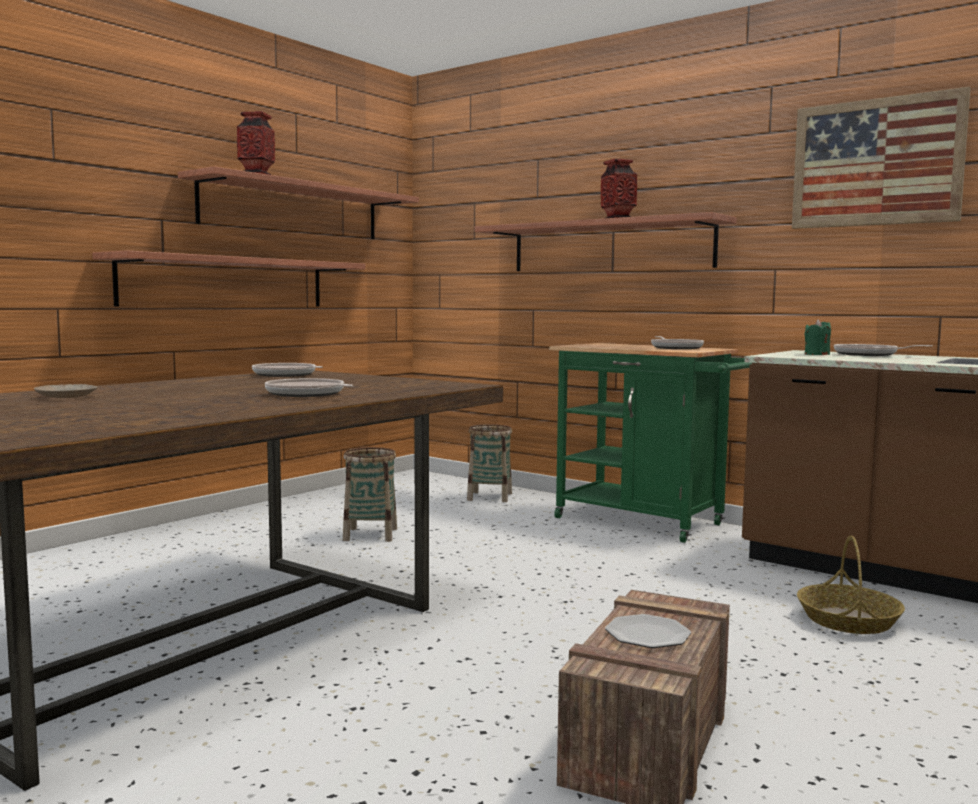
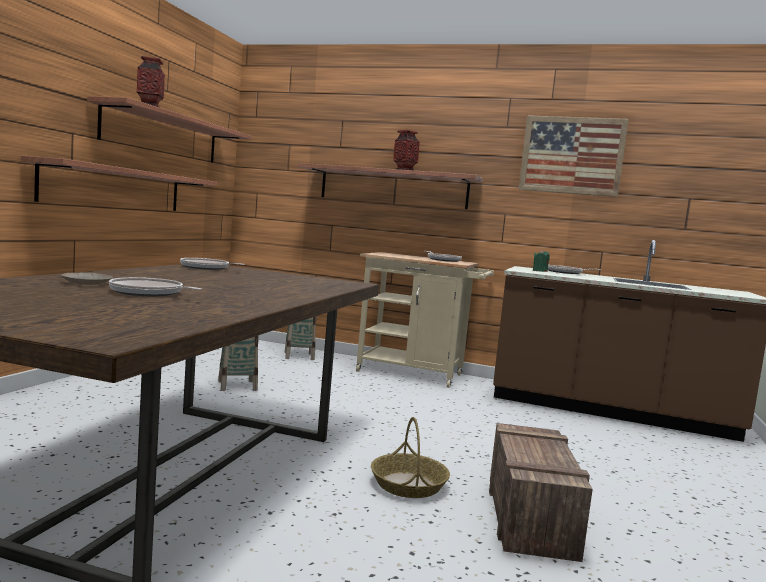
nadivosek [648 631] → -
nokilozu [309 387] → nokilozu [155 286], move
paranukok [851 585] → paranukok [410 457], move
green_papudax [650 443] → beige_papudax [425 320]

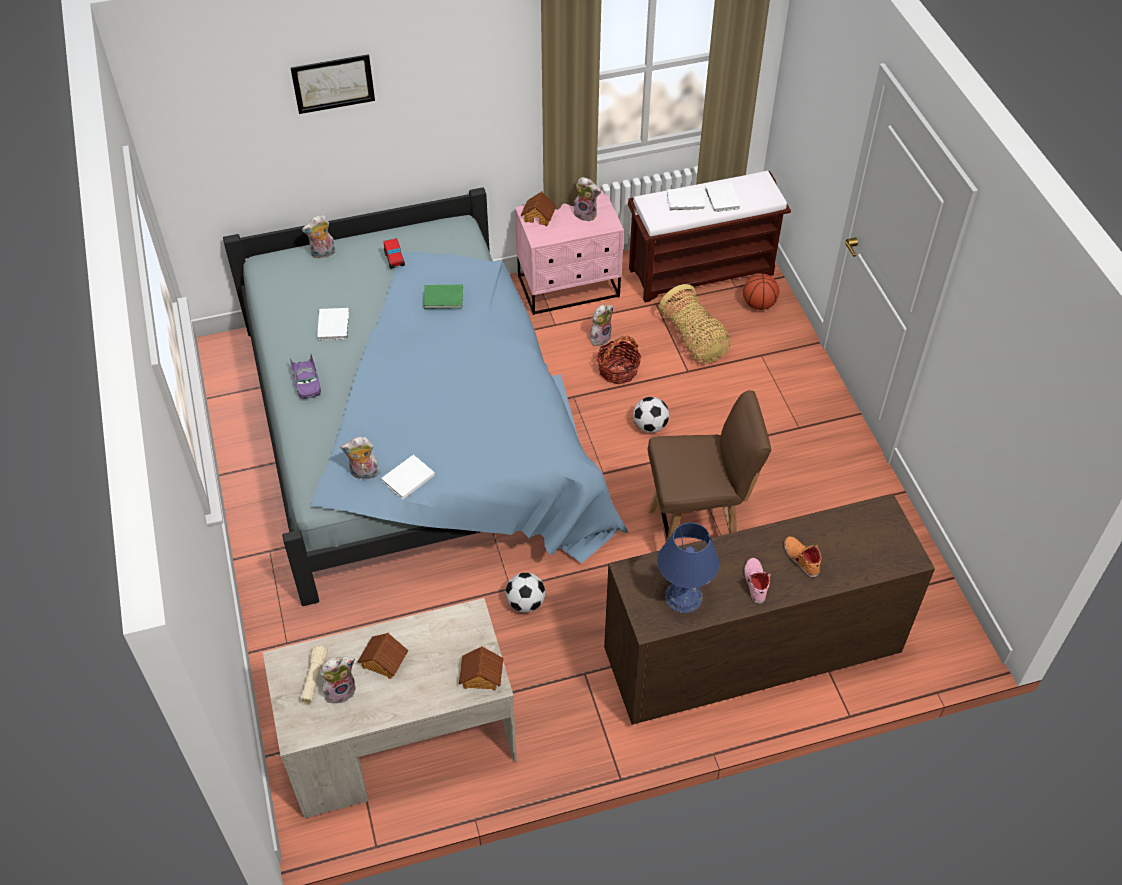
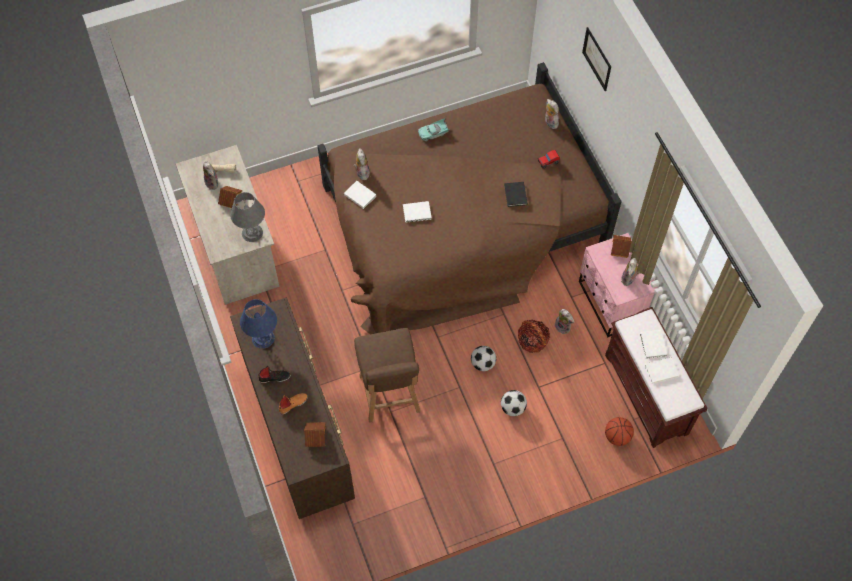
paranukok [695 323] → -
- → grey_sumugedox [247 217]
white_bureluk [333 324] → white_bureluk [417 212], move
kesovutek [481 668] → kesovutek [315 434], move
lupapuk [525 592] → lupapuk [514 403], move
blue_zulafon [425 396] → brown_zulafon [469 198]
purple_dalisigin [305 376] → turquoise_dalisigin [434 129]
green_bureluk [443 296] → black_bureluk [516 194]
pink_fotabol [757 581] → black_fotabol [275 374]

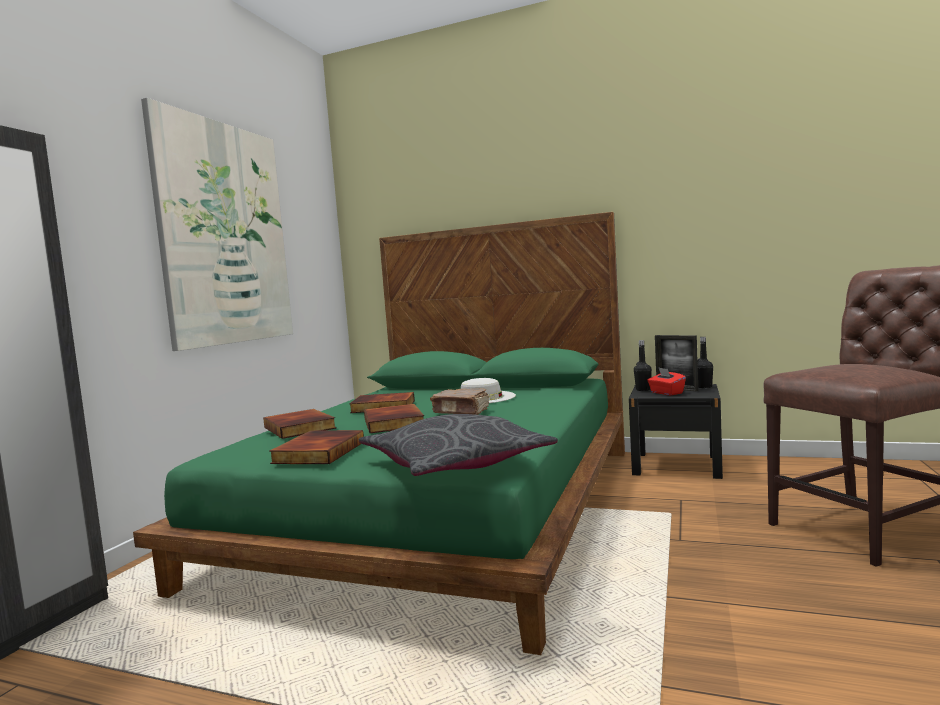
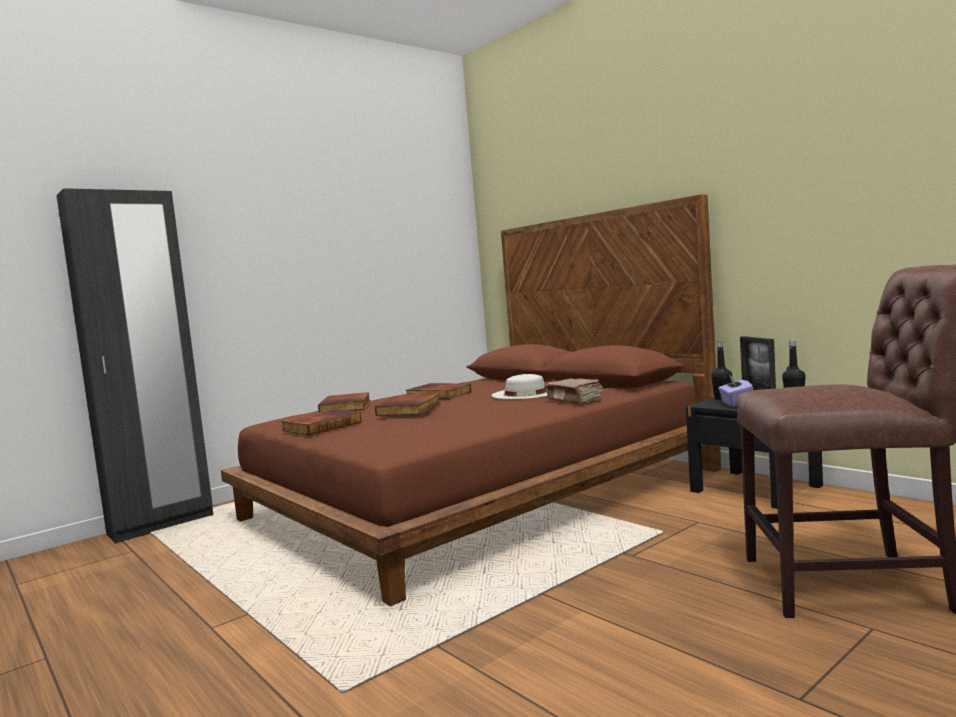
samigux [217 224] → -
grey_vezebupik [458 445] → -
brown_bureluk [459 401] → brown_bureluk [573 391], move
green_zulafon [379 433] → brown_zulafon [471 400]
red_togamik [666 381] → purple_togamik [735 391]

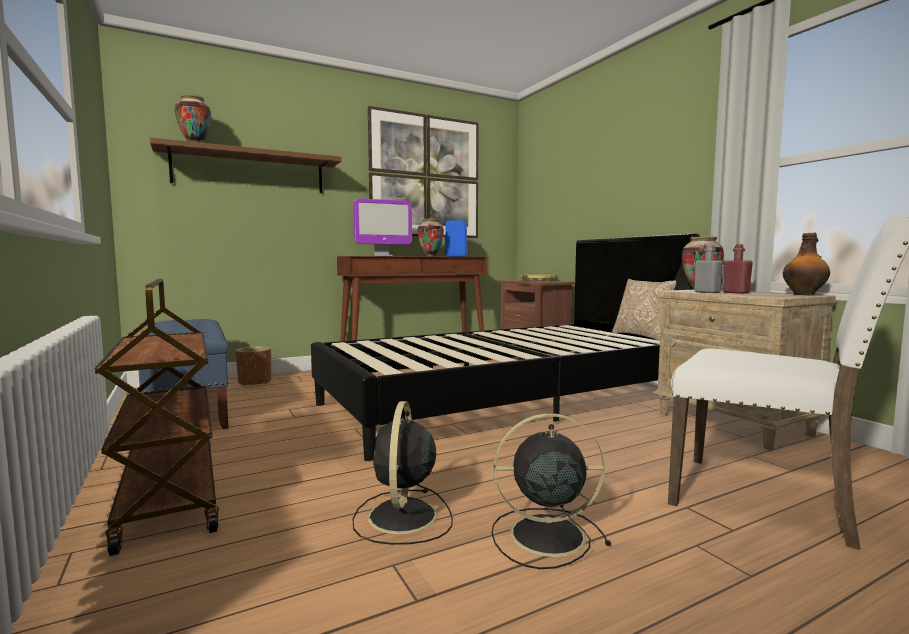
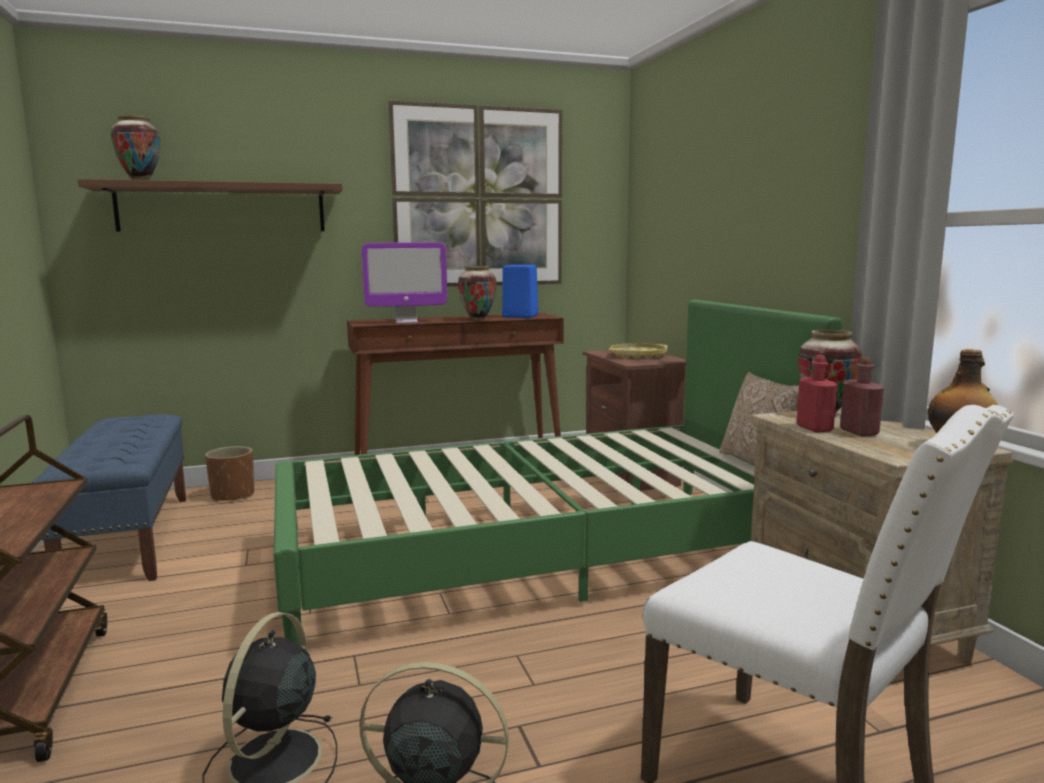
black_zulafon [505 347] → green_zulafon [557 472]
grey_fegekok [708 268] → red_fegekok [817 394]

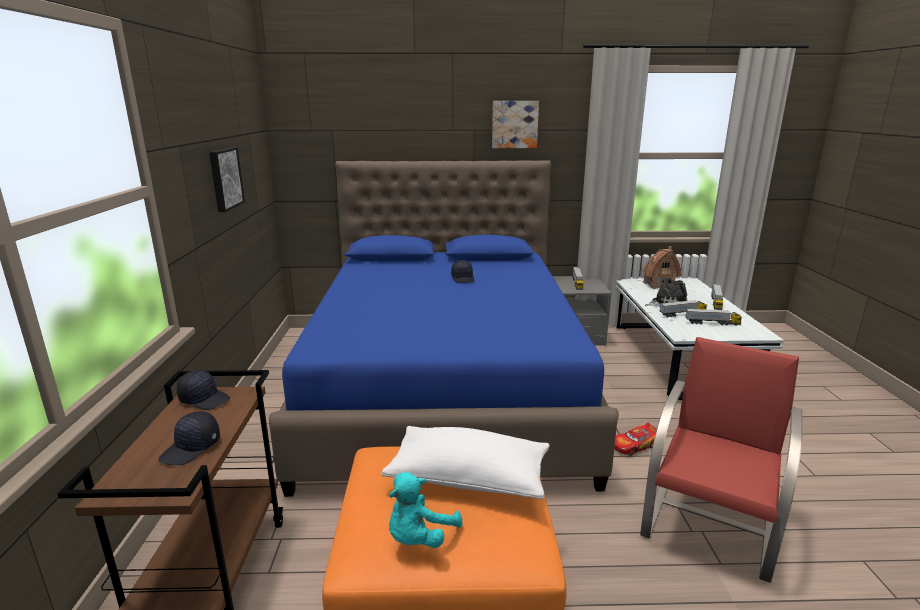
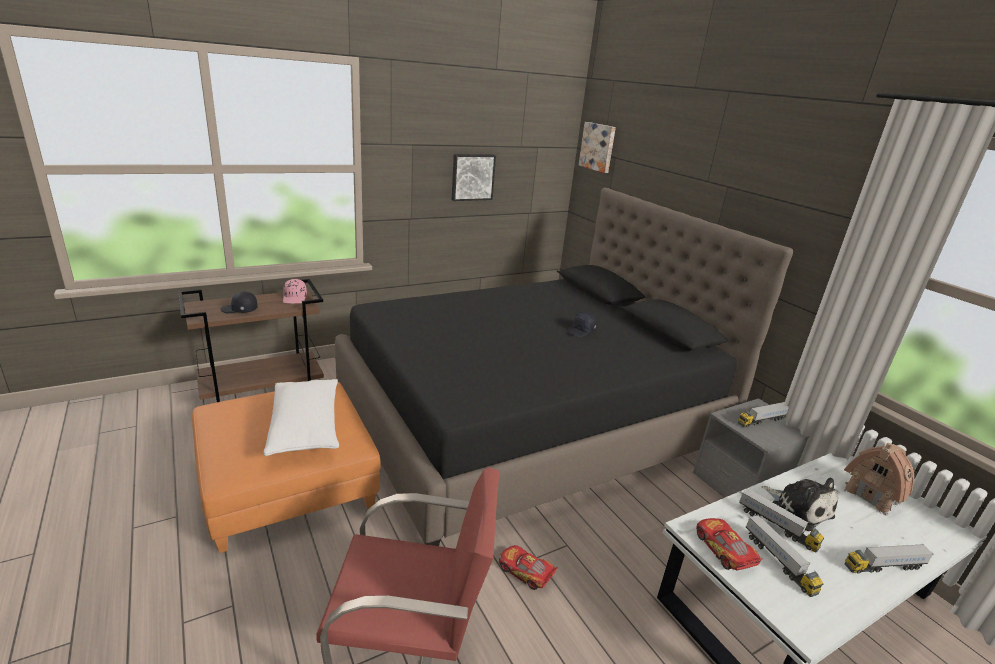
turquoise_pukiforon [425 510] → -
- → dalisigin [730 544]
samigux [515 124] → samigux [597 147], move
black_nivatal [203 390] → pink_nivatal [295 291]
blue_zulafon [444 328] → black_zulafon [564 366]

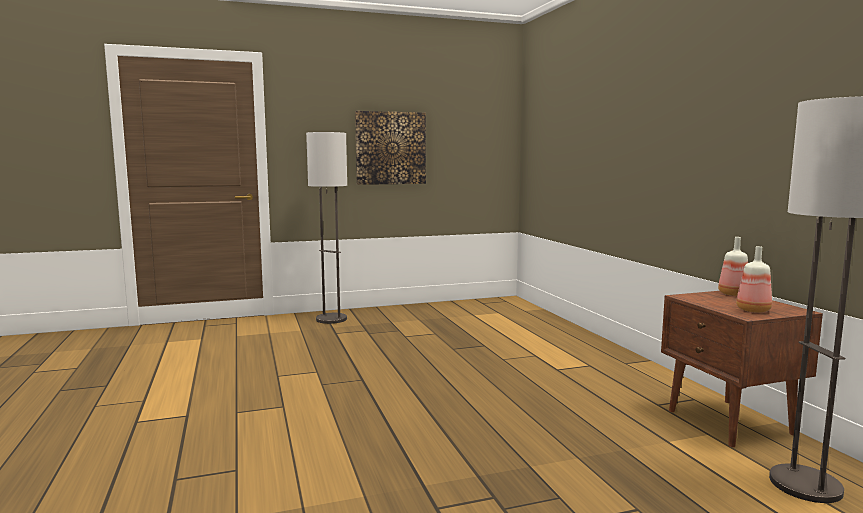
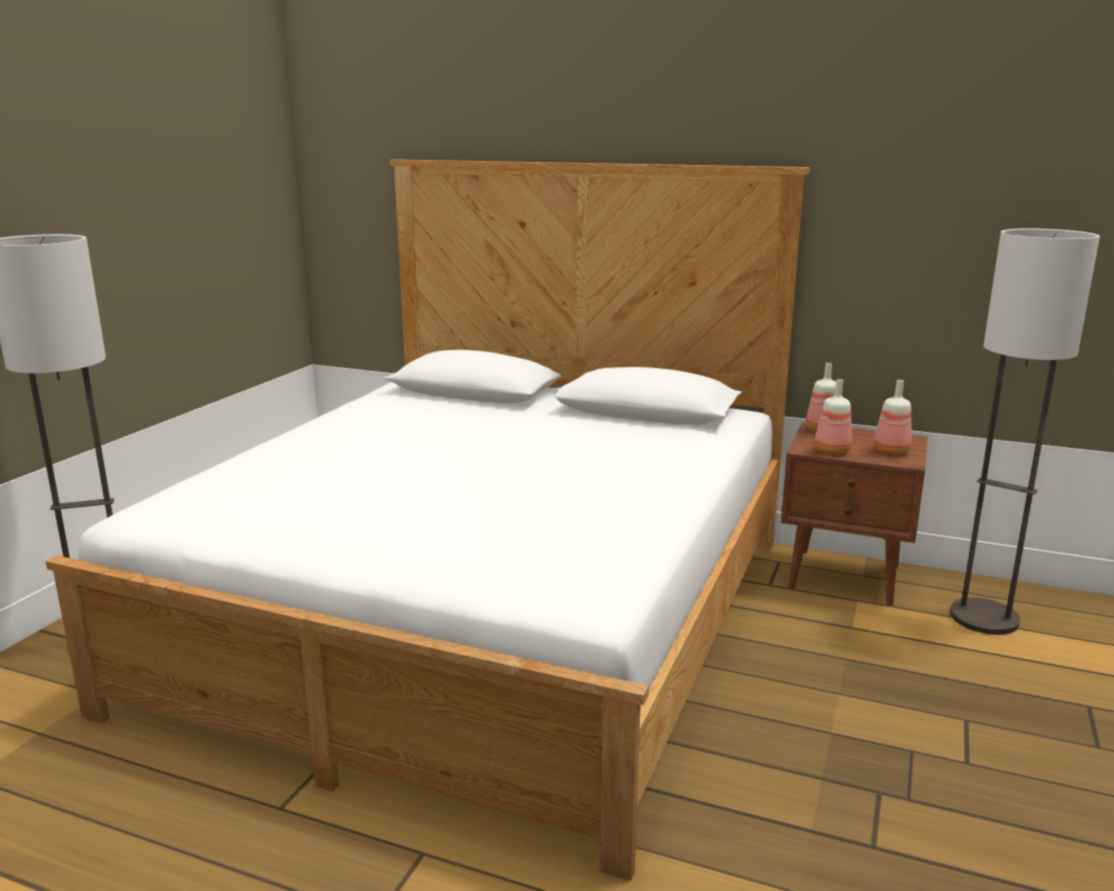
samigux [390 148] → -
- → zulafon [428 520]
- → fegekok [833 417]

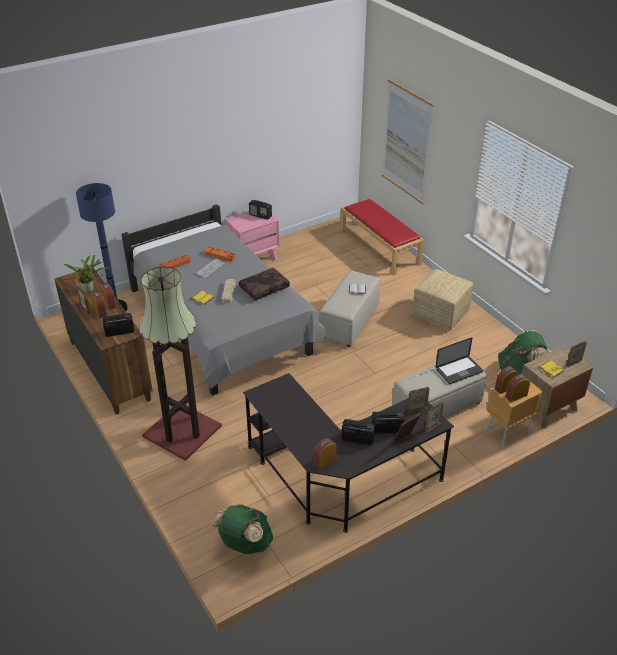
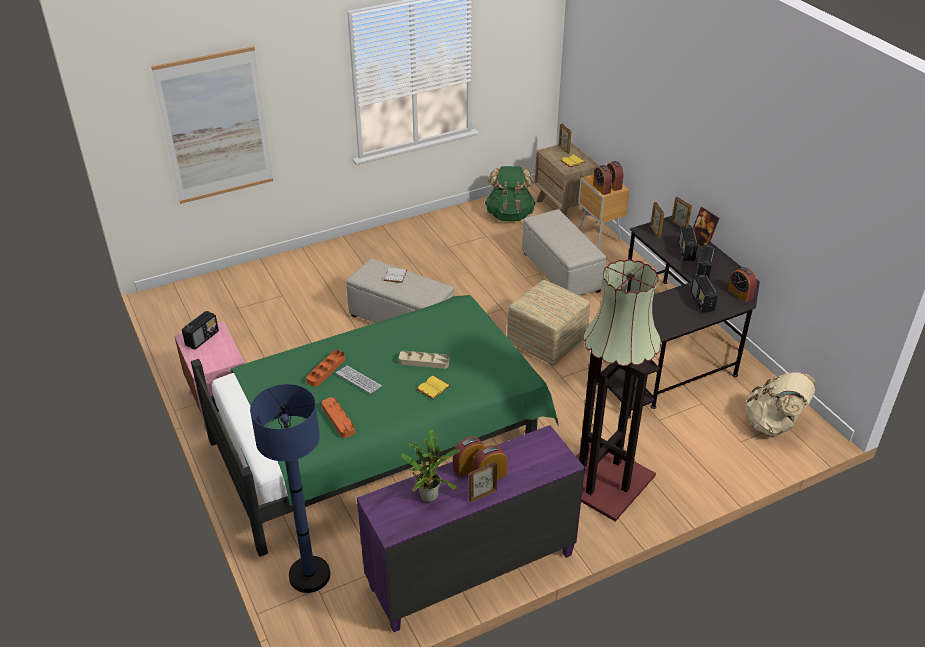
brown_vezebupik [264 284] → -
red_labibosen [382 237] → -
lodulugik [459 360] → -
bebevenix [118 325] → bebevenix [704 293], move
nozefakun [442 299] → nozefakun [548 323], move
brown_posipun [103 341] → purple_posipun [471 528]
grey_zulafon [224 300] → green_zulafon [375 426]
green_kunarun [242 529] → beige_kunarun [780 404]

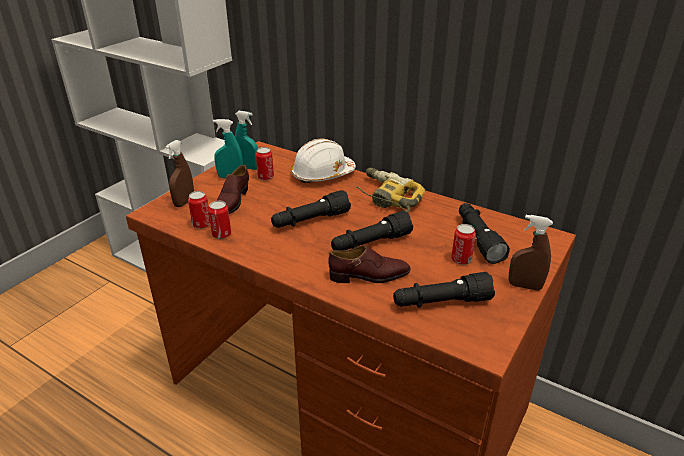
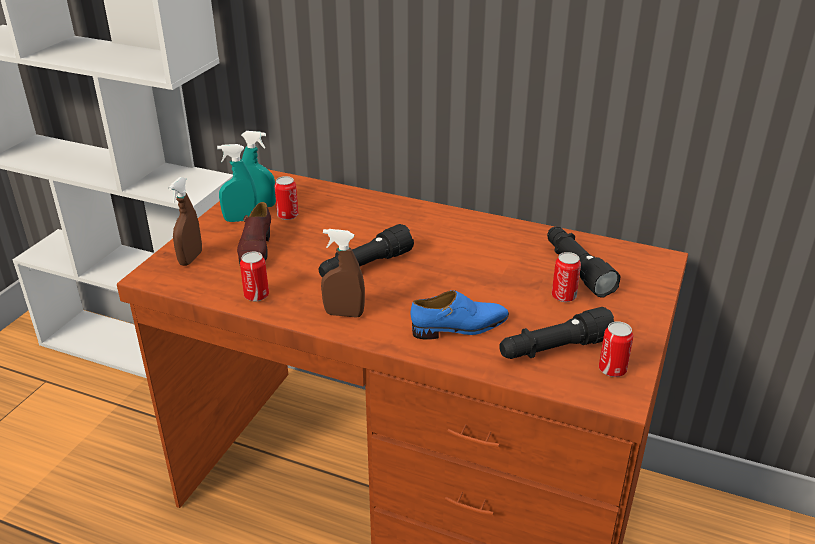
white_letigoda [323 161] → -
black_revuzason [372 230] → -
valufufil [390 190] → -
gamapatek [199 210] → gamapatek [616 349], move
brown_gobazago [531 253] → brown_gobazago [343 273], move
brown_fotabol [369 264] → blue_fotabol [460 315]

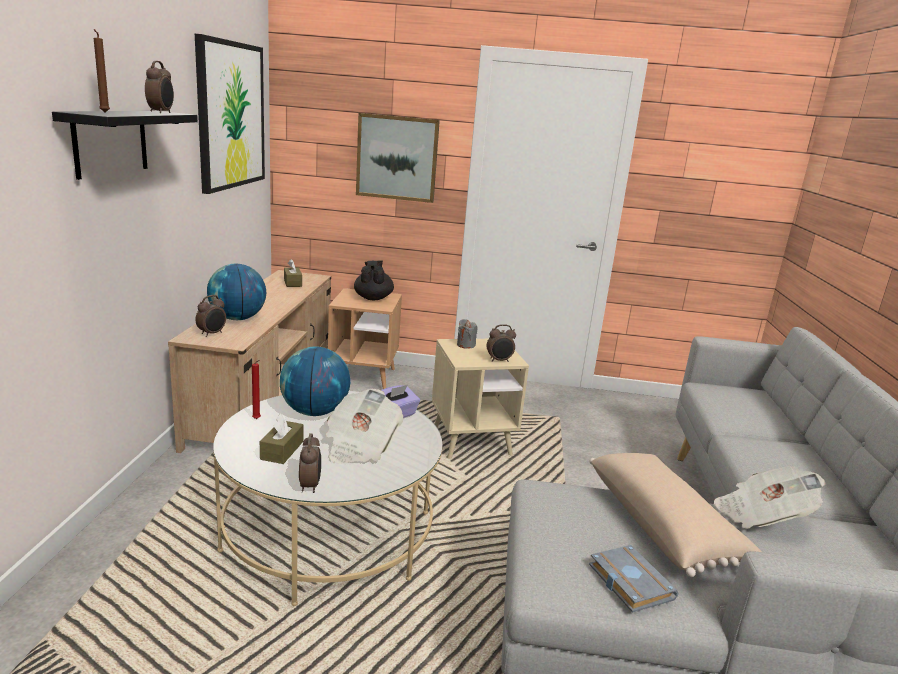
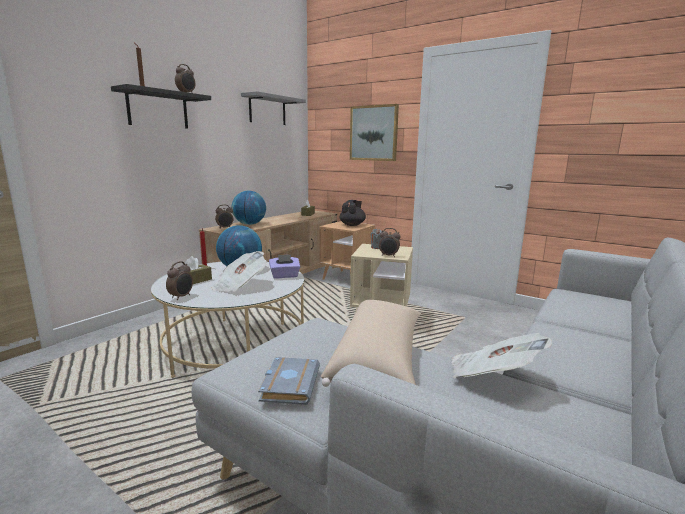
samigux [230 114] → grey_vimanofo [273 108]

